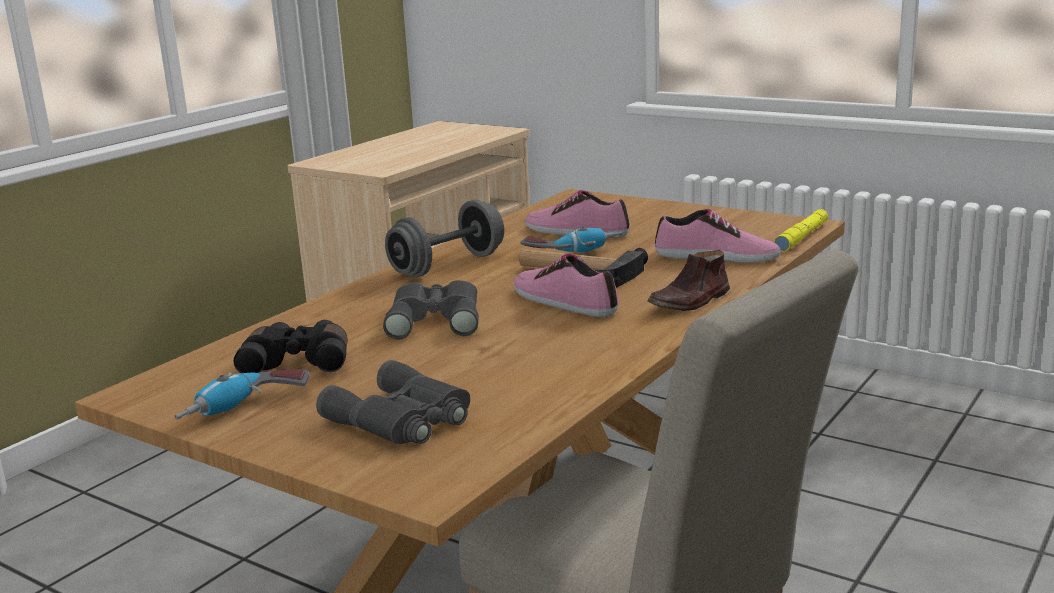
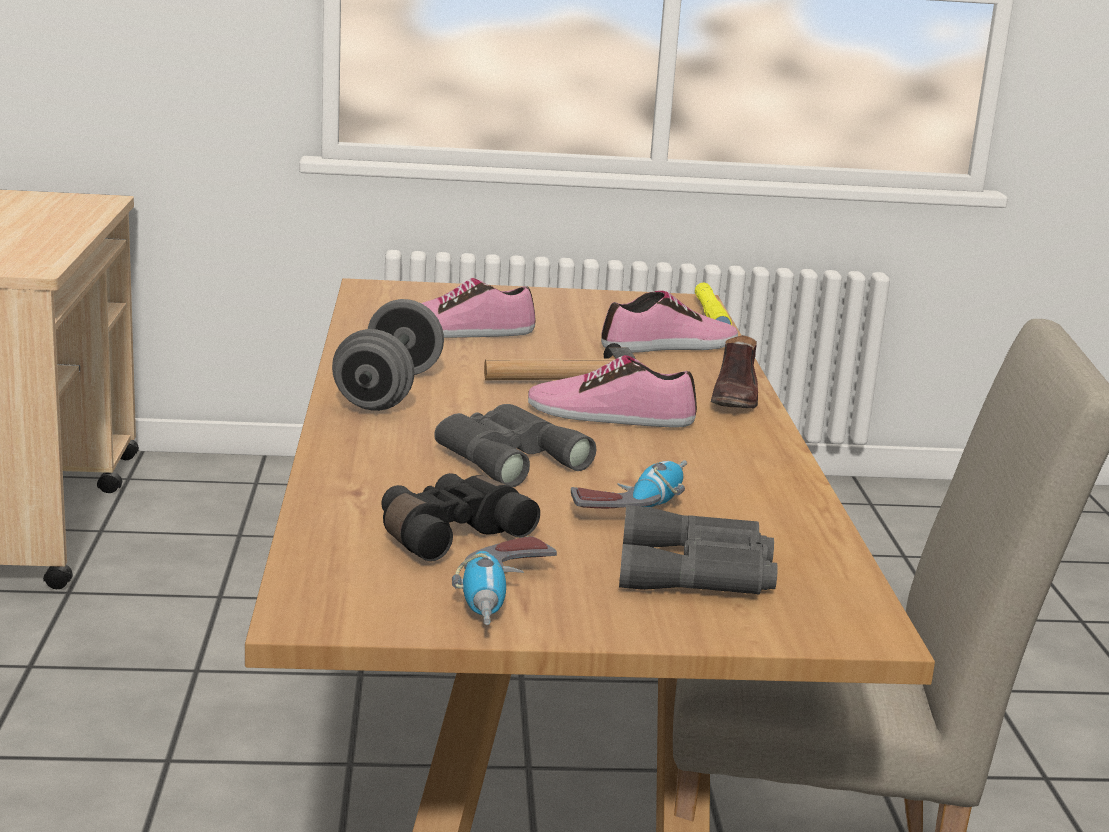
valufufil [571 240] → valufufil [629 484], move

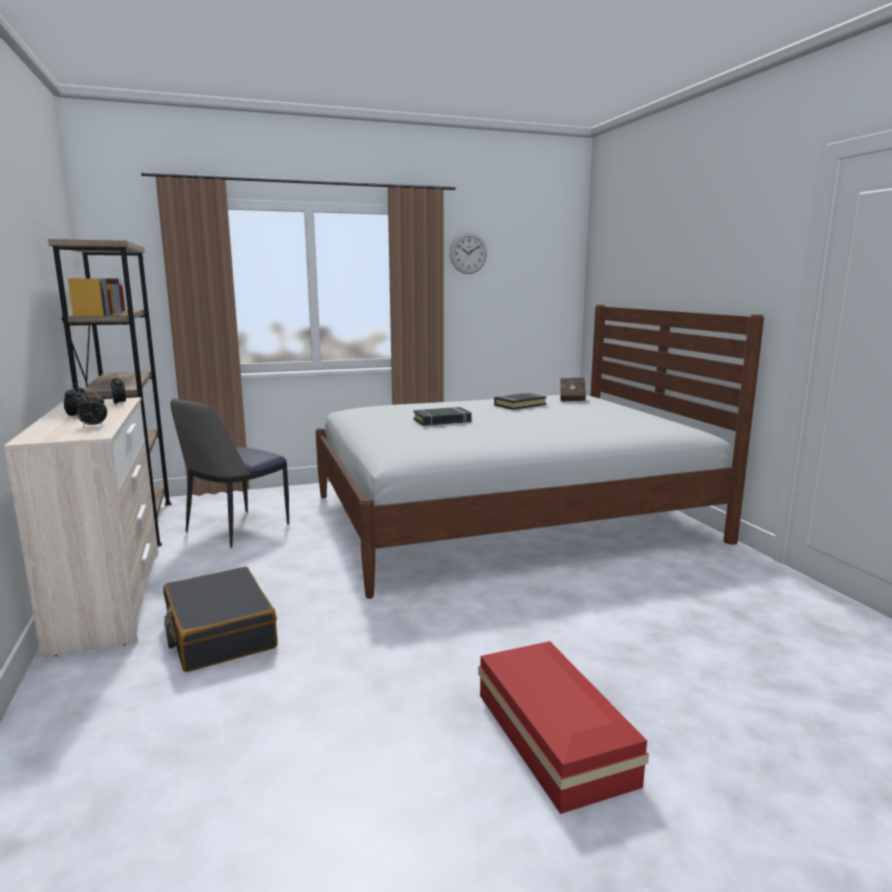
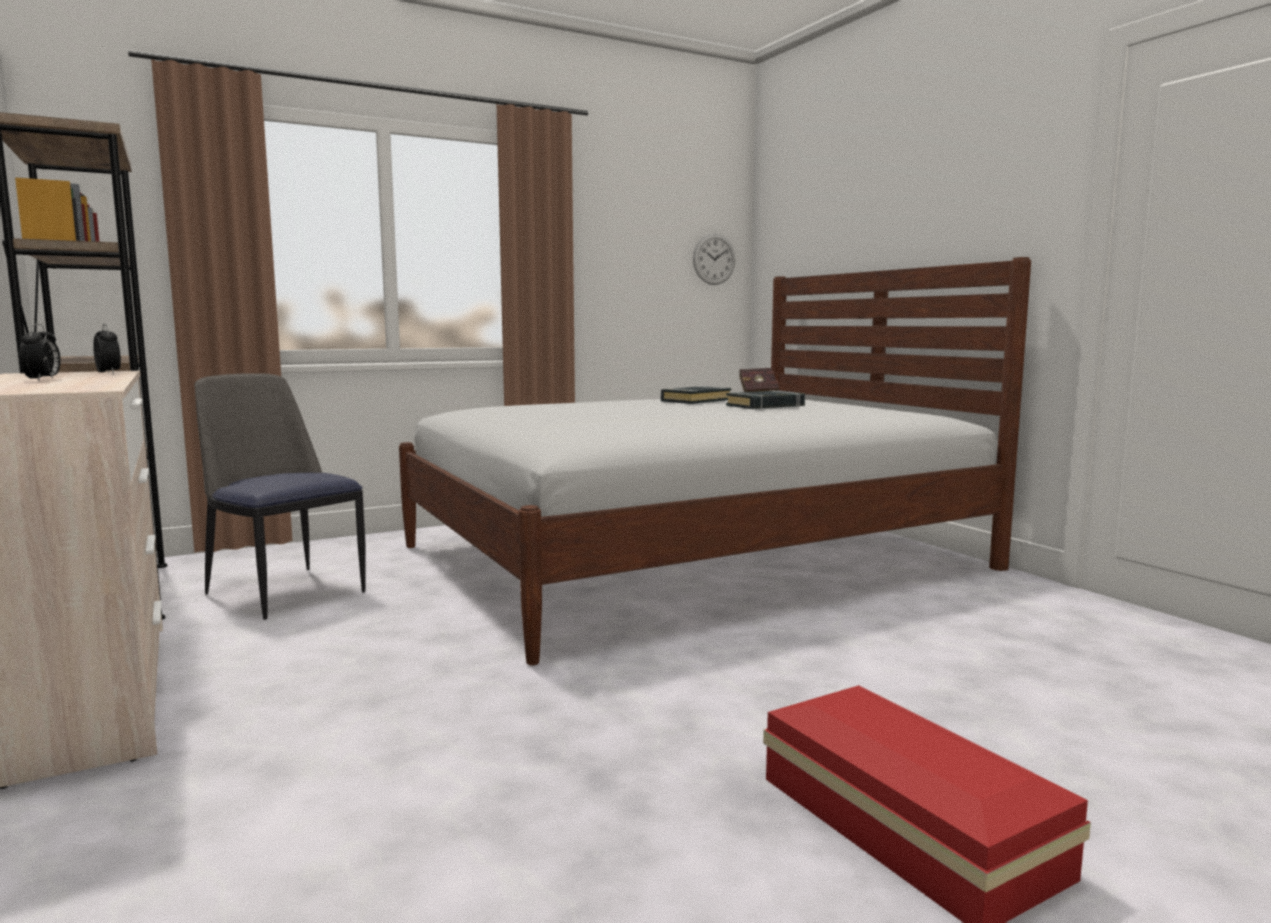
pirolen [91 409] → -
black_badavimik [220 619] → -
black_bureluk [442 416] → black_bureluk [765 399], move
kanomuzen [468 253] → kanomuzen [714 259], move
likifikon [229 473] → likifikon [280 496], 105 degrees clockwise

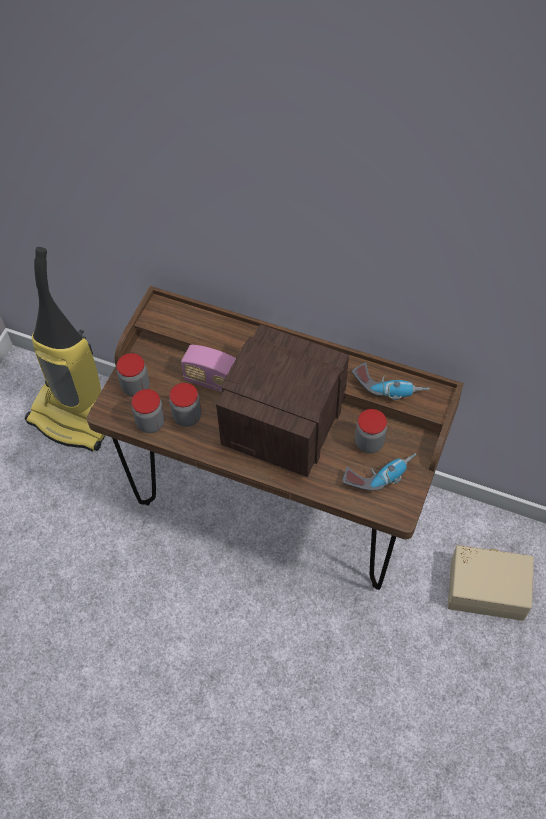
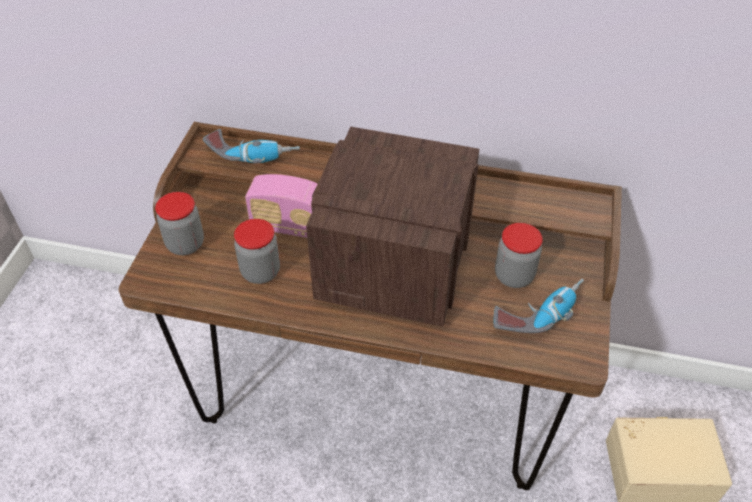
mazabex [65 349] → -
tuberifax [148 411] → -
valufufil [390 381] → valufufil [251 146], move

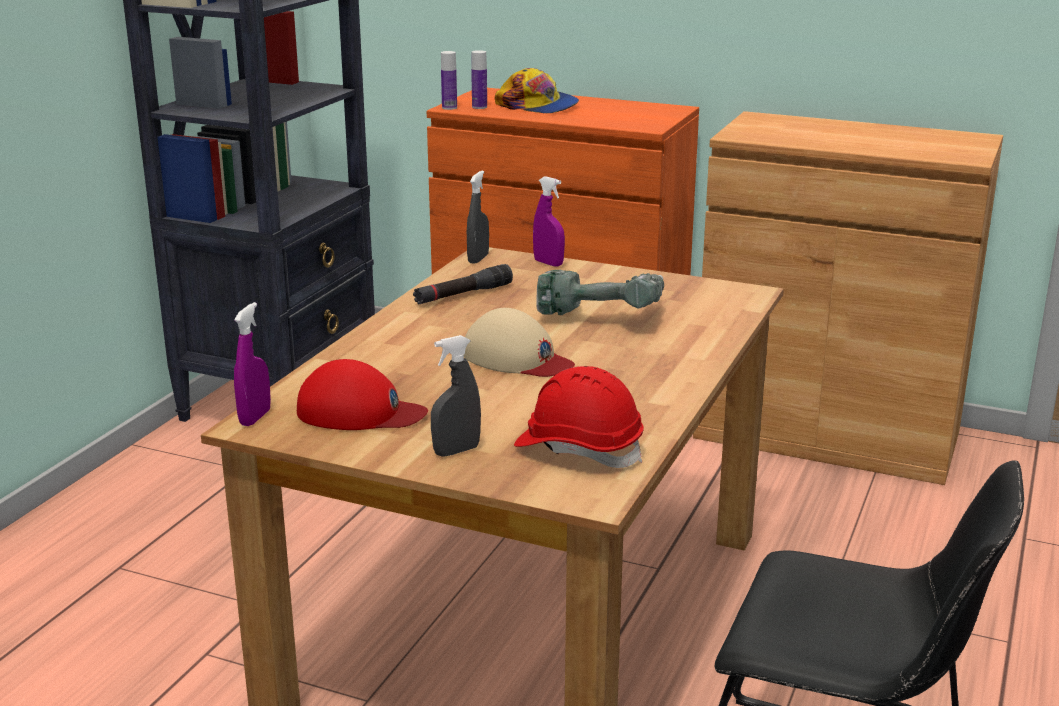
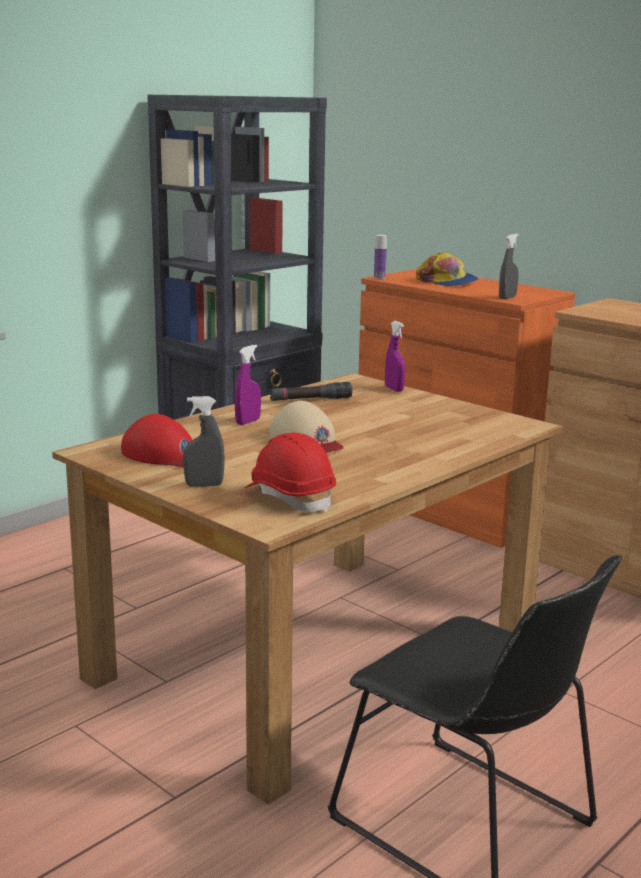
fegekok [479 79] → -
valufufil [600 292] → -
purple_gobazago [252 364] → purple_gobazago [247 385], move
grey_gobazago [478 217] → grey_gobazago [509 266], move

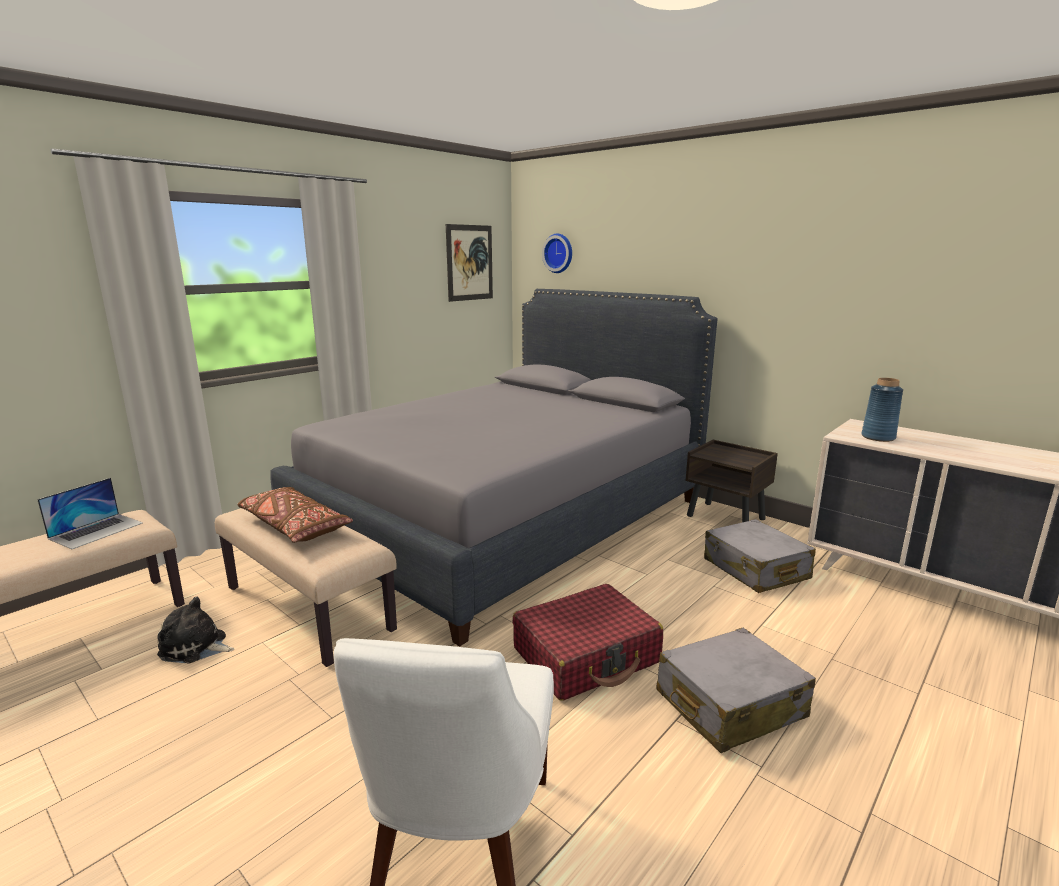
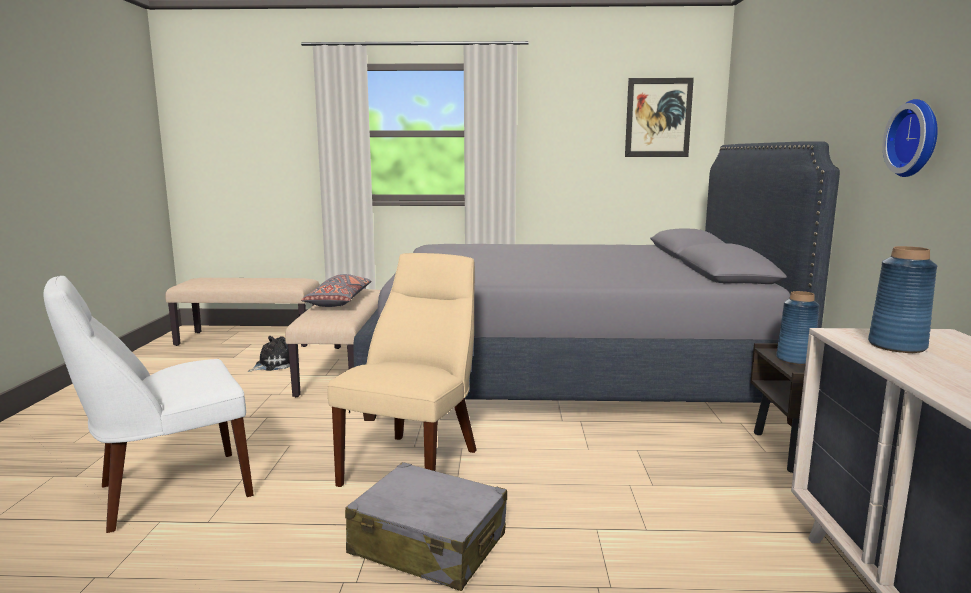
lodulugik [90 513] → -
grey_badavimik [760 556] → -
- → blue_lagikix [797 328]
kanomuzen [557 253] → kanomuzen [910 138], move
red_badavimik [588 642] → beige_likifikon [402 370]
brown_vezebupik [295 515] → grey_vezebupik [336 290]
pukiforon [196 630] → pukiforon [269 354], 75 degrees clockwise

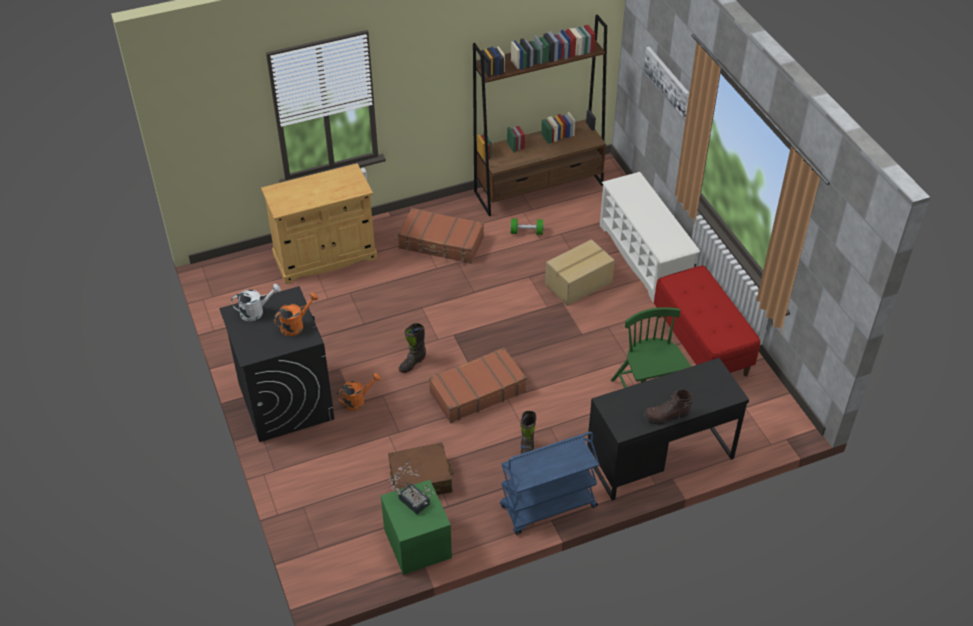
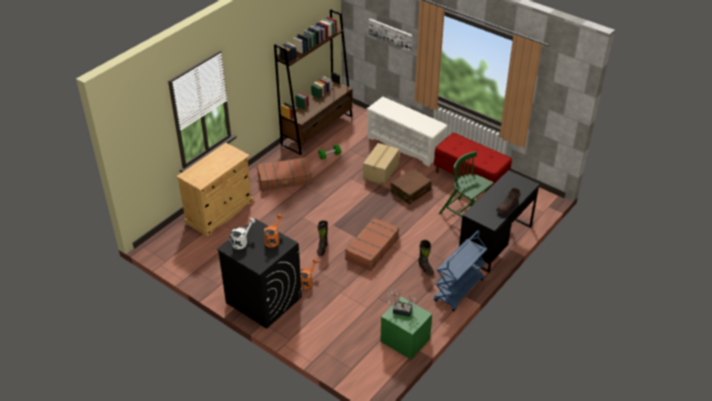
brown_badavimik [421 468] → brown_badavimik [411 186], move

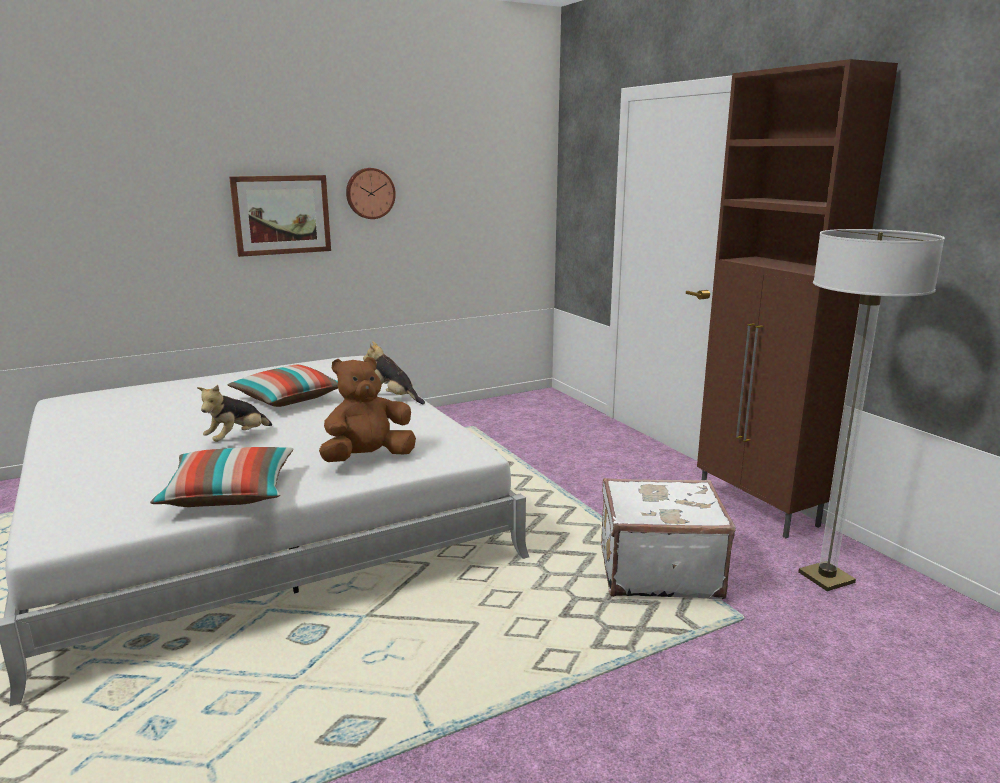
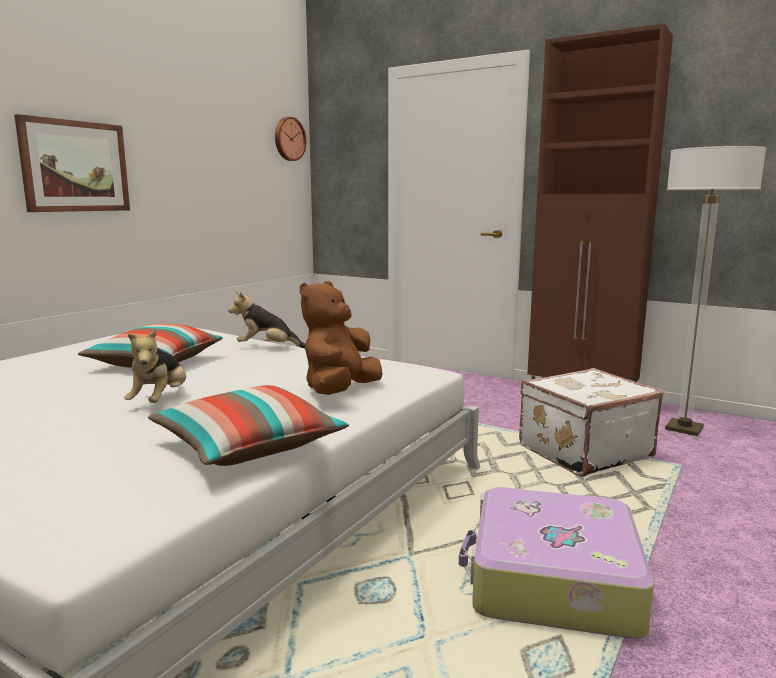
- → badavimik [556 562]
kanomuzen [371 193] → kanomuzen [290 139], move

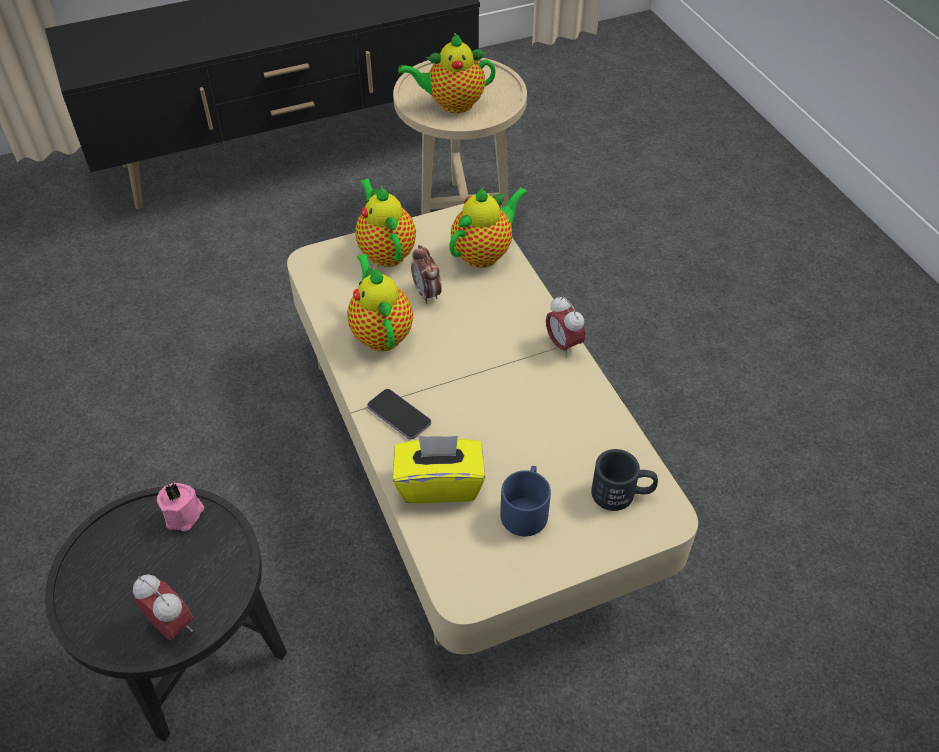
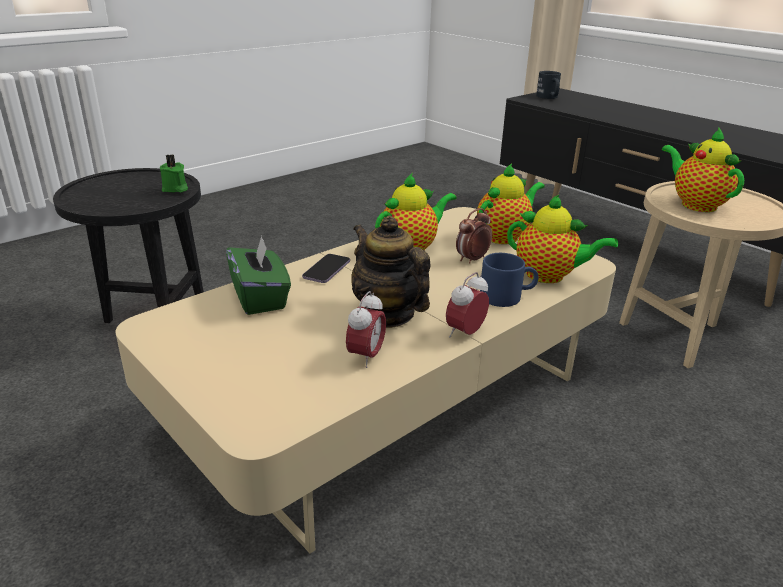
- → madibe [391 271]
pirolen [163 607] → pirolen [366 329], move
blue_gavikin [525 501] → blue_gavikin [509 280], move
black_gavikin [624 480] → black_gavikin [548 85], move
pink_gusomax [180 507] → green_gusomax [174 173]
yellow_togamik [439 469] → green_togamik [258 275]

